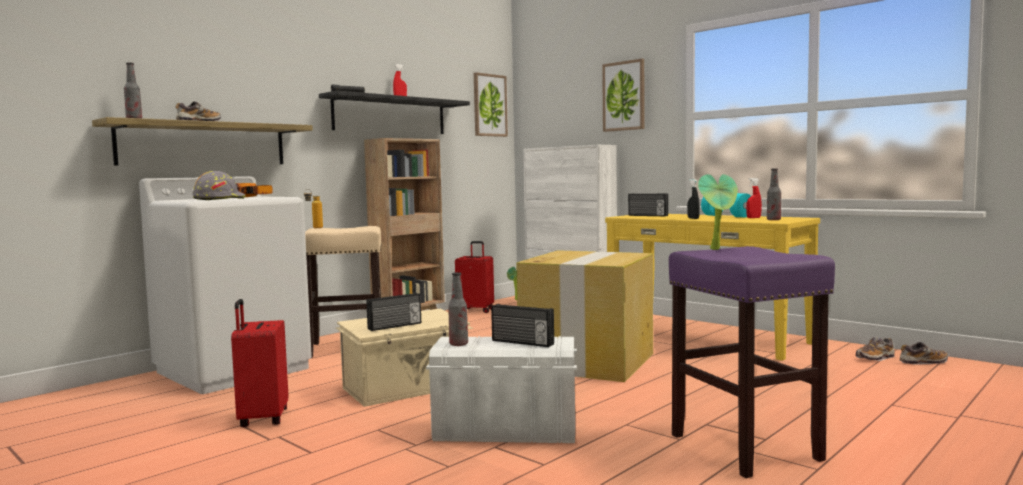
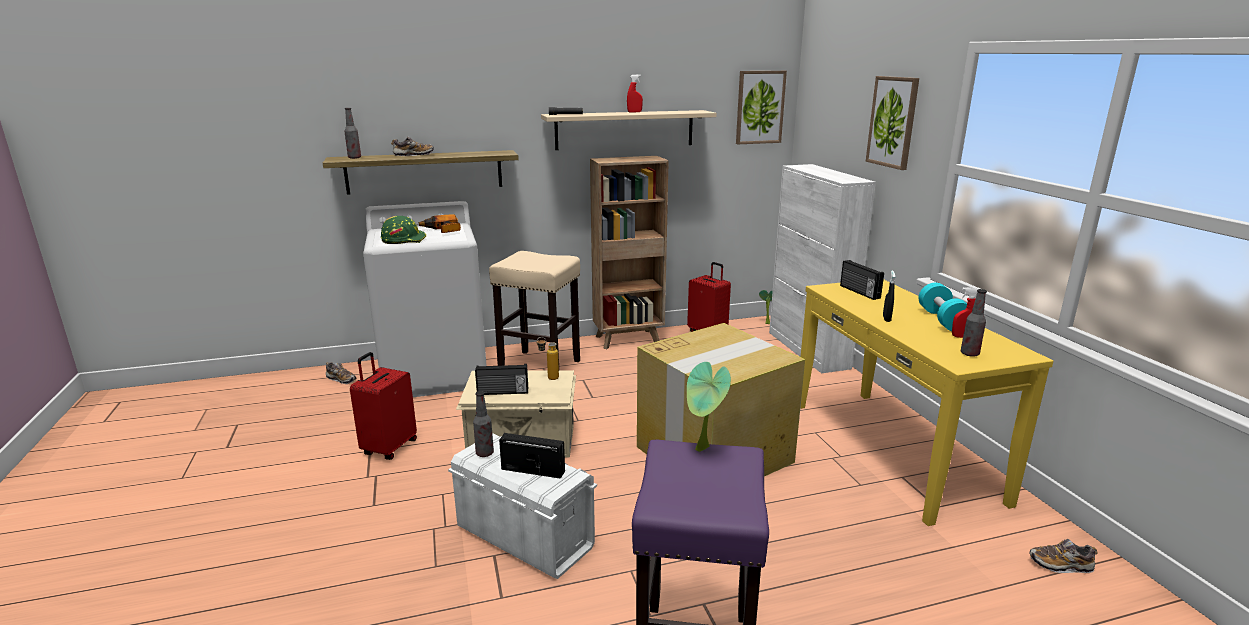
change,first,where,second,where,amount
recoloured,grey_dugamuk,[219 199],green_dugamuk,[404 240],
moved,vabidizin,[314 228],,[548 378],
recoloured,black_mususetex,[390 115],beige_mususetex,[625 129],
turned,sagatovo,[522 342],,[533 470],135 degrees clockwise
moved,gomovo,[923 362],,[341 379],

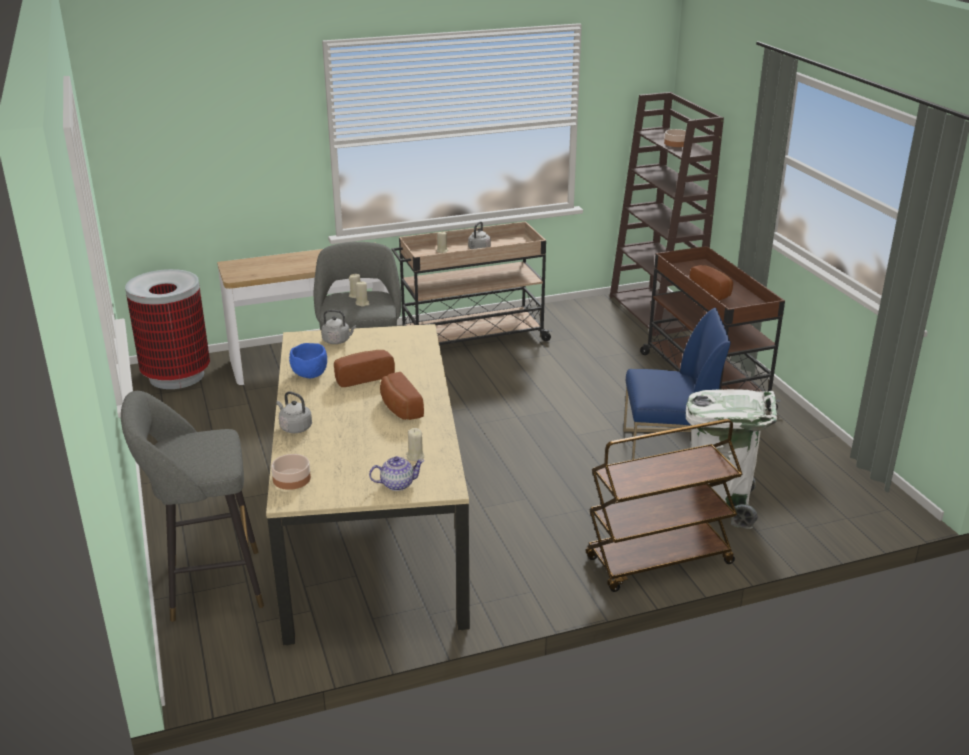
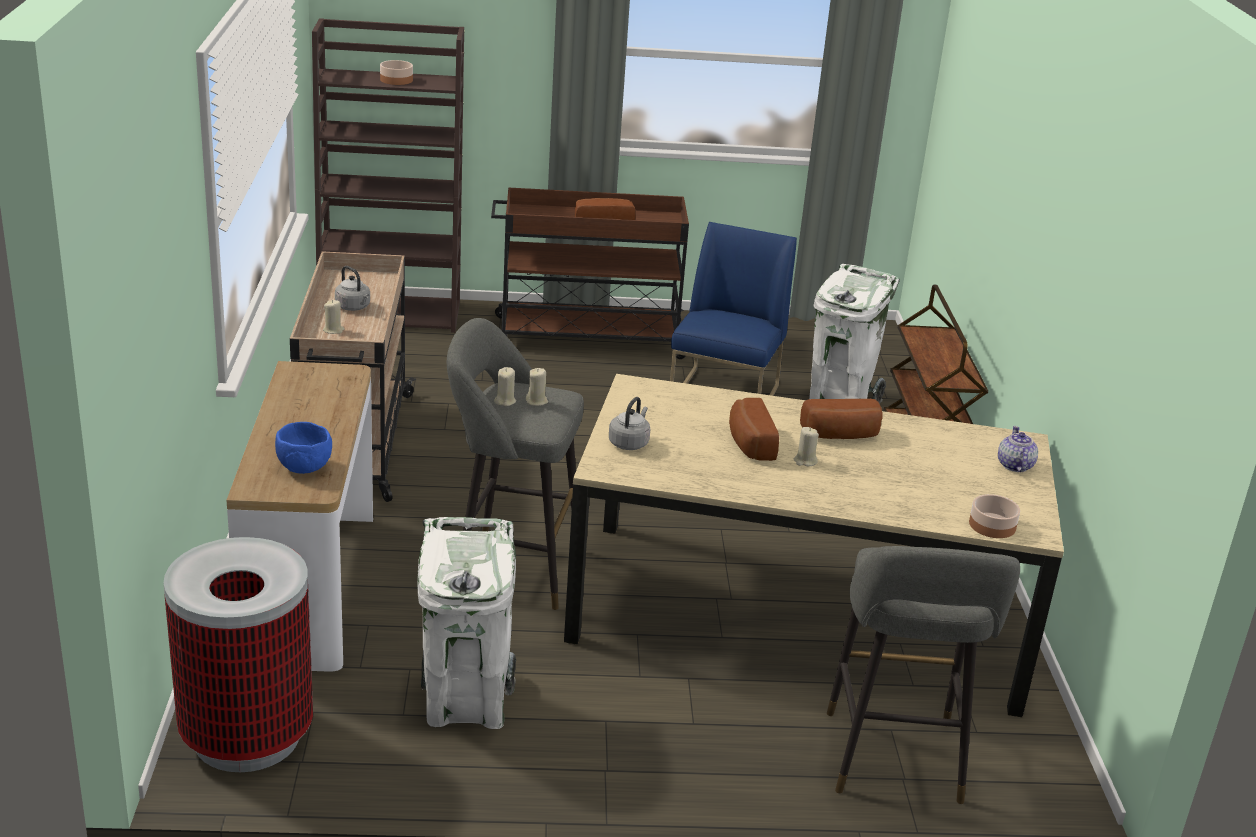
change,first,where,second,where,amount
removed,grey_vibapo,[294 427],,,
moved,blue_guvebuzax,[309 374],,[303 468],
moved,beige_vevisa,[415 456],,[805 461],
added,,,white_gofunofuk,[466 704],

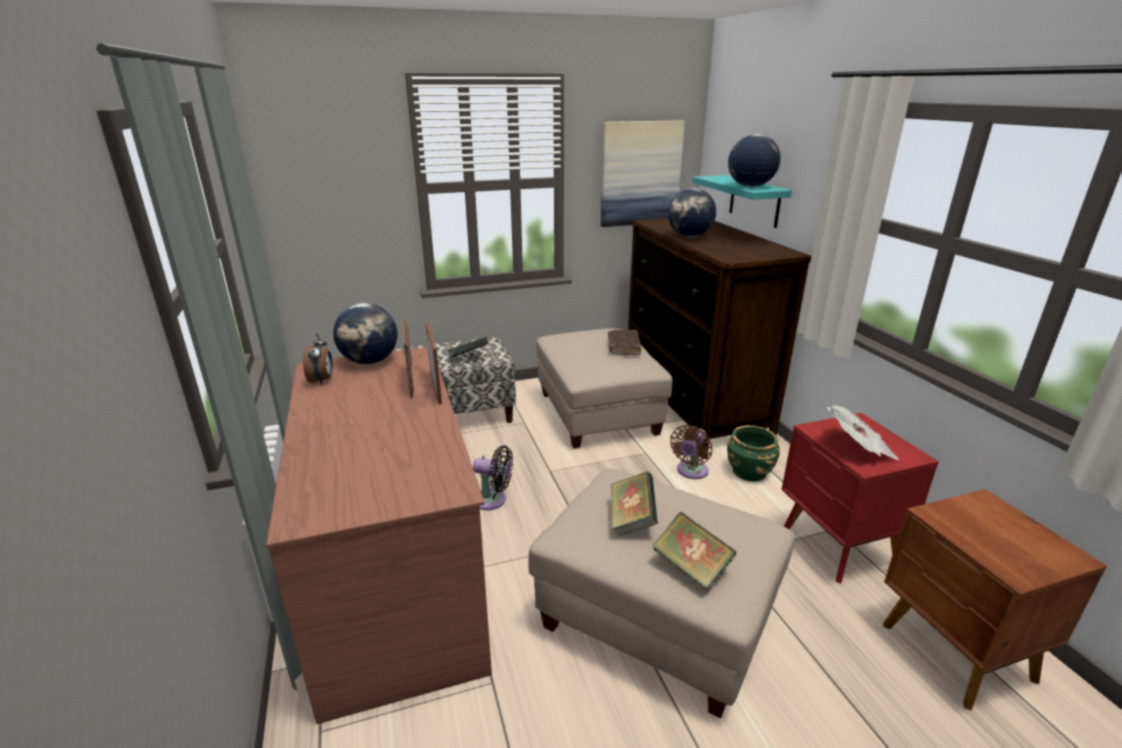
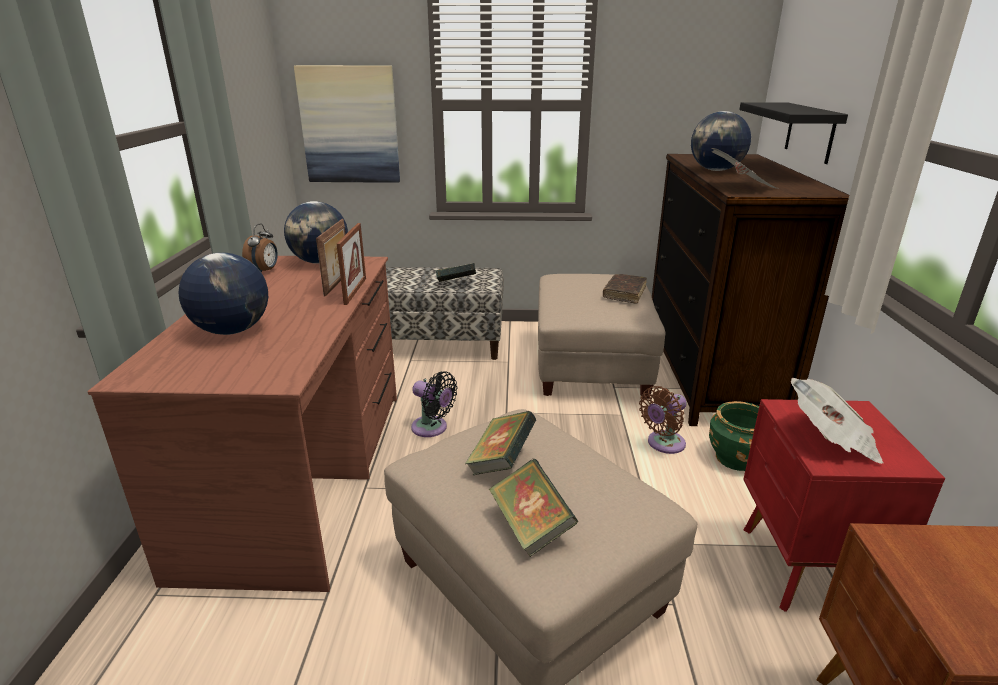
change,first,where,second,where,amount
moved,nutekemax,[640 174],,[349 125],
recoloured,turquoise_mususetex,[754 201],black_mususetex,[810 132],
moved,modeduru,[750 186],,[232 331],
added,,,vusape,[741 187],

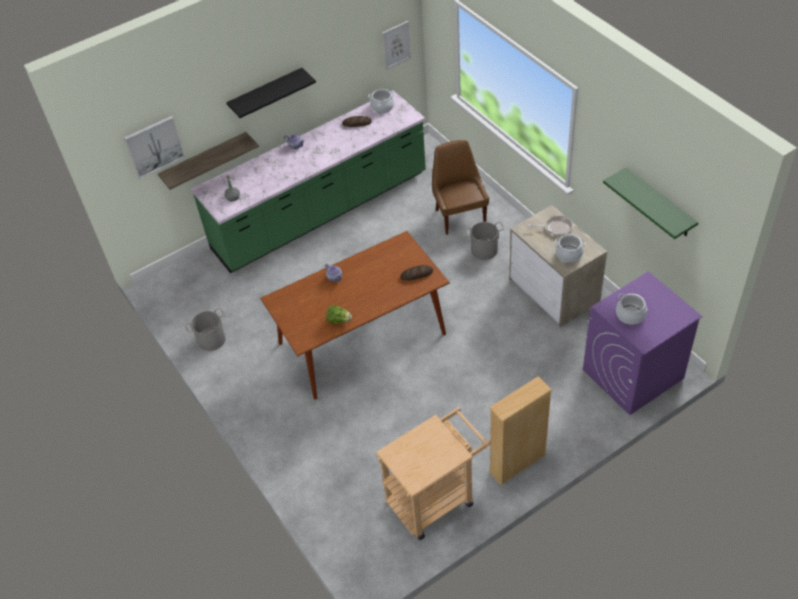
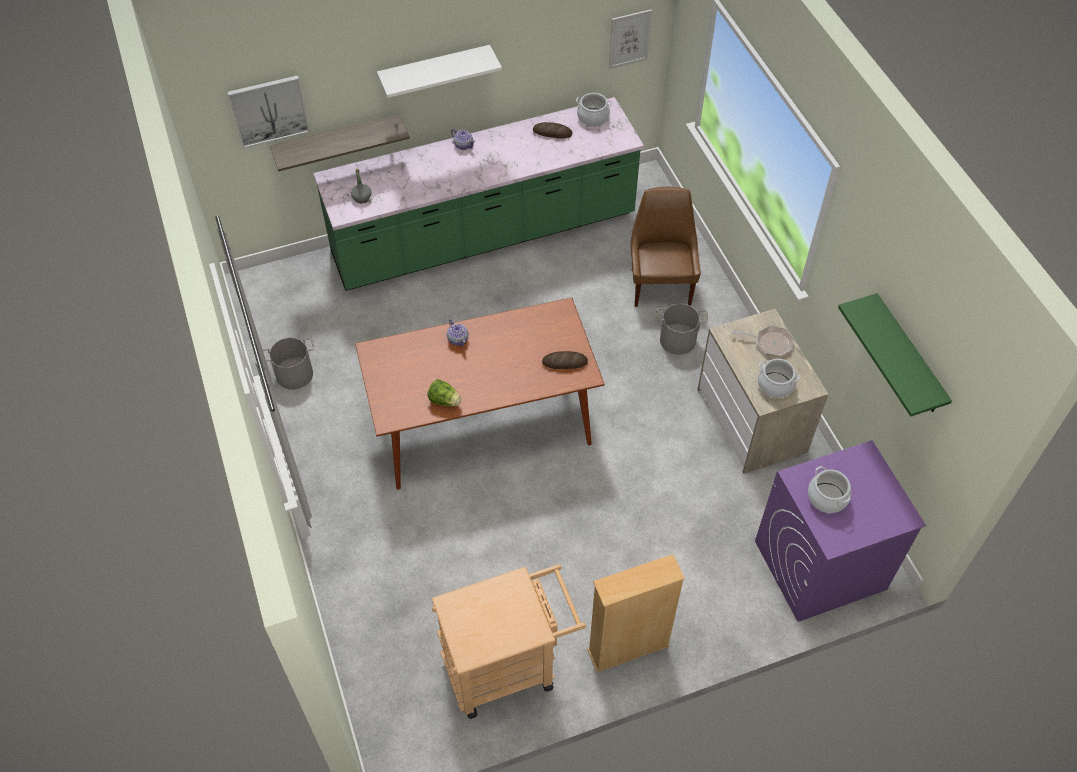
change,first,where,second,where,amount
recoloured,black_mususetex,[266 94],white_mususetex,[435 70],

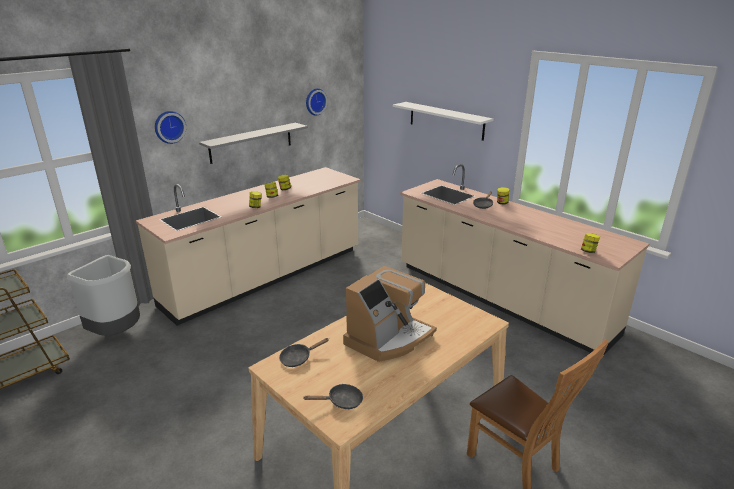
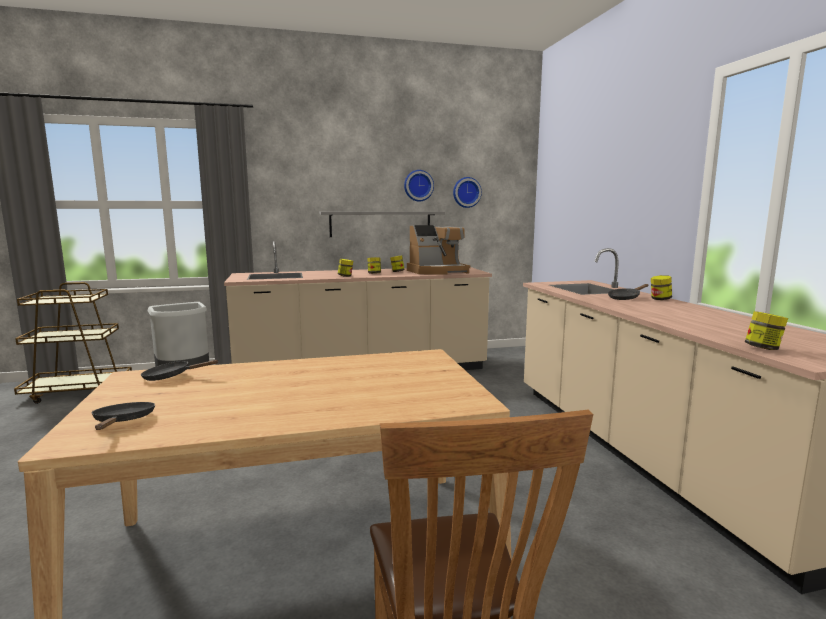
change,first,where,second,where,amount
moved,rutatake,[169 126],,[418 185],
turned,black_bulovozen,[341 401],,[123 422],120 degrees counterclockwise
moved,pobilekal,[388 338],,[438 271],
removed,white_mususetex,[446 120],,,

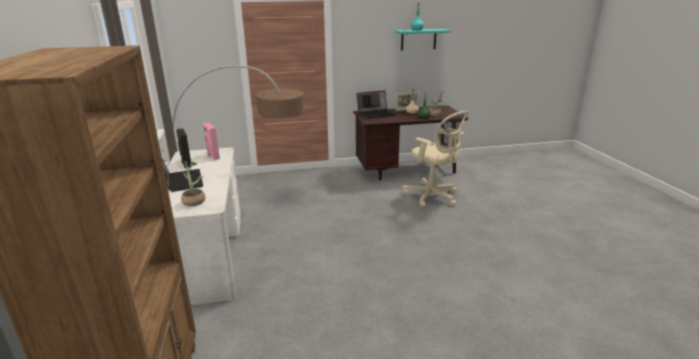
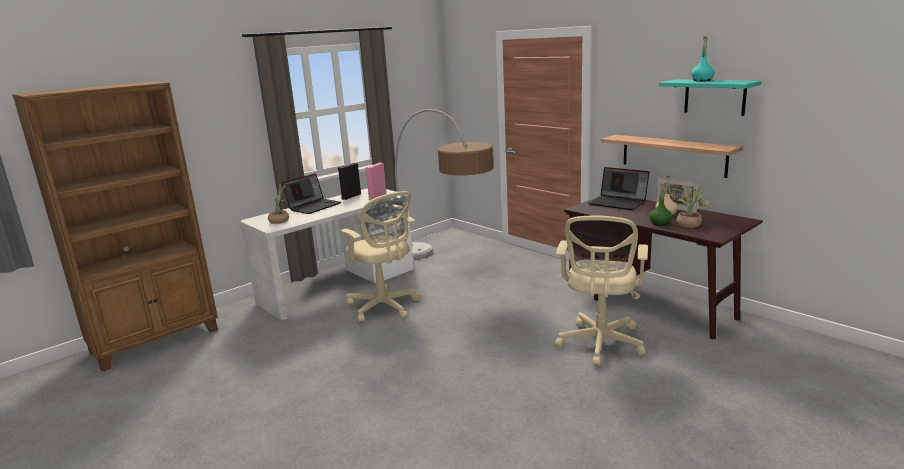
change,first,where,second,where,amount
added,,,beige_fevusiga,[384 307],
added,,,mususetex,[673 155],

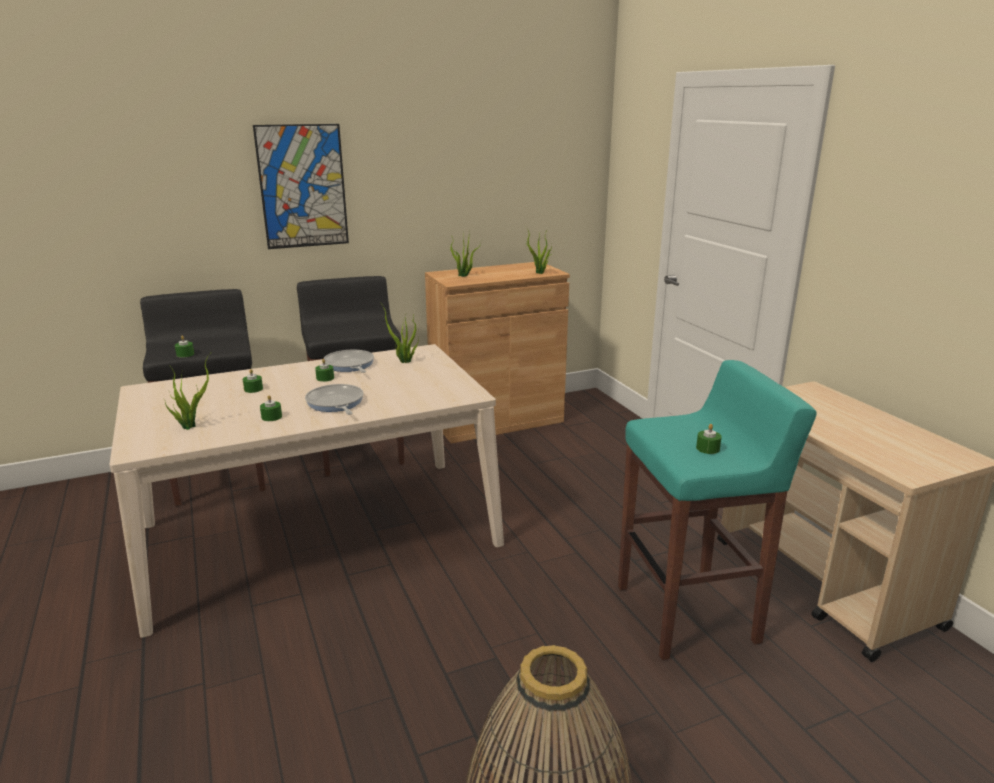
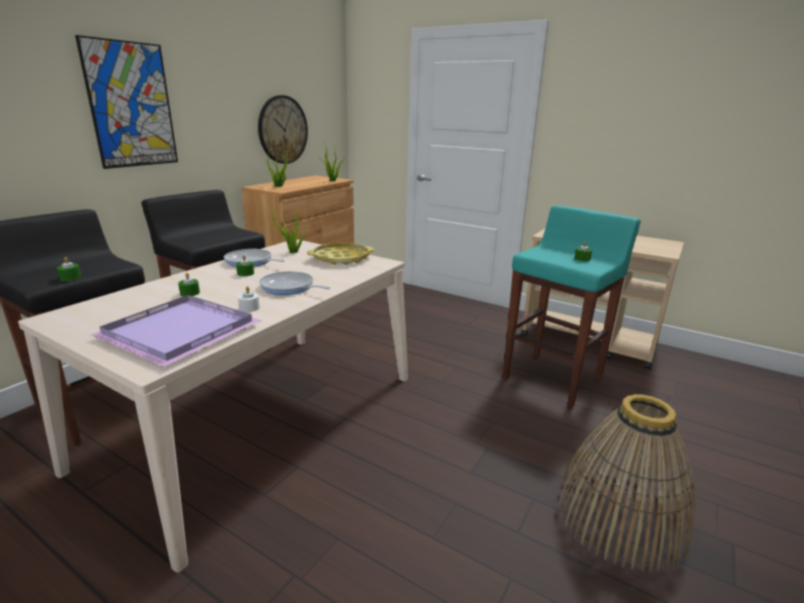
change,first,where,second,where,amount
replaced,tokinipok,[190 426],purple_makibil,[176 332],
recoloured,green_vevisa,[271 417],white_vevisa,[249 308],
added,,,rutatake,[282 130],
added,,,yellow_makibil,[341 258],

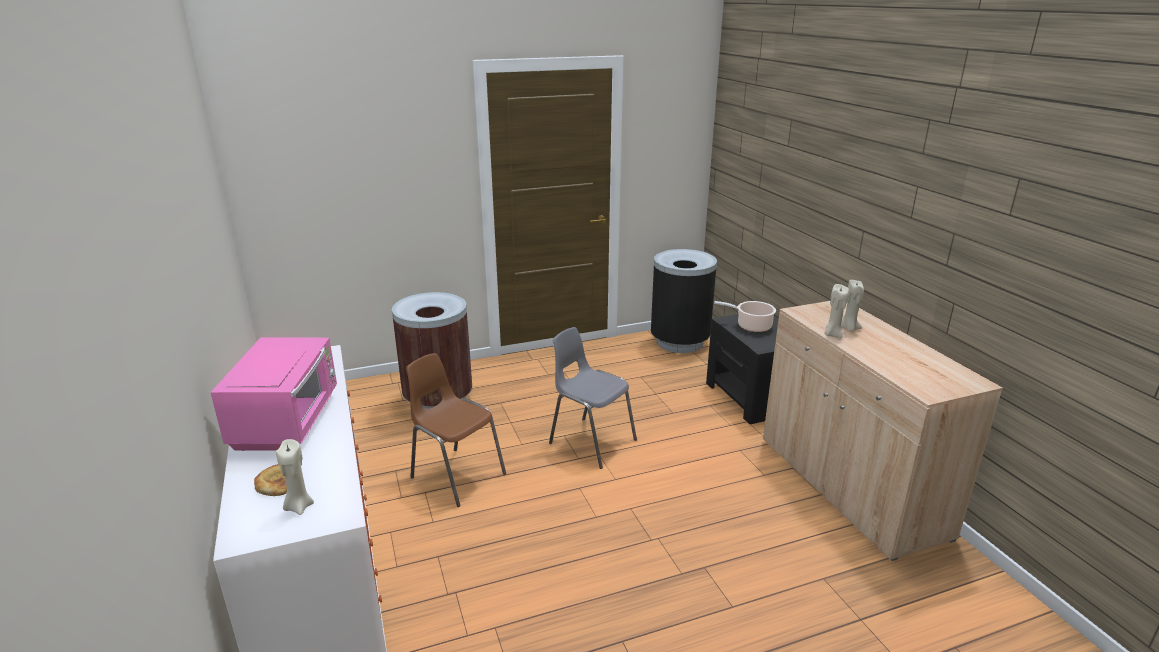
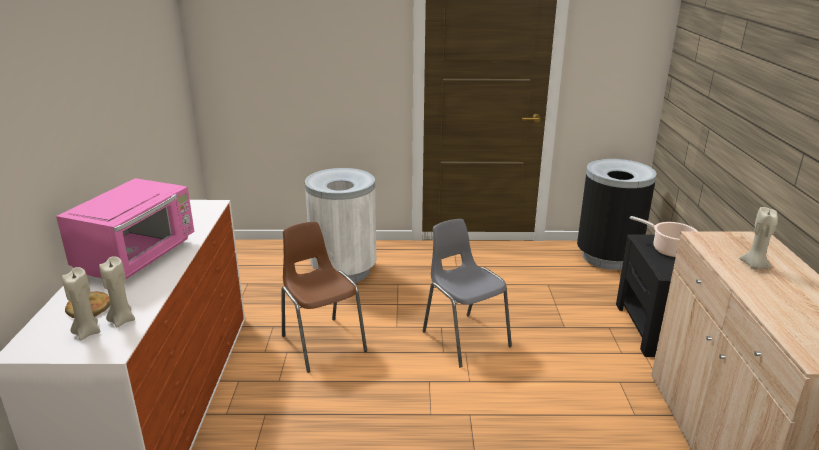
change,first,where,second,where,amount
recoloured,brown_gofunofuk,[438 400],white_gofunofuk,[344 271],
moved,beige_vevisa,[832 334],,[122 320],

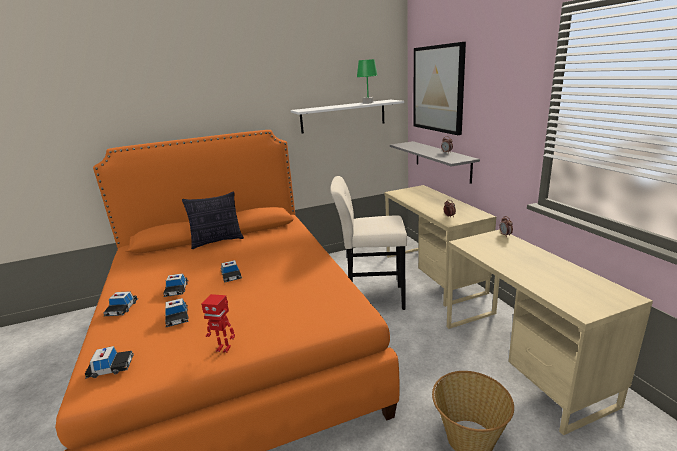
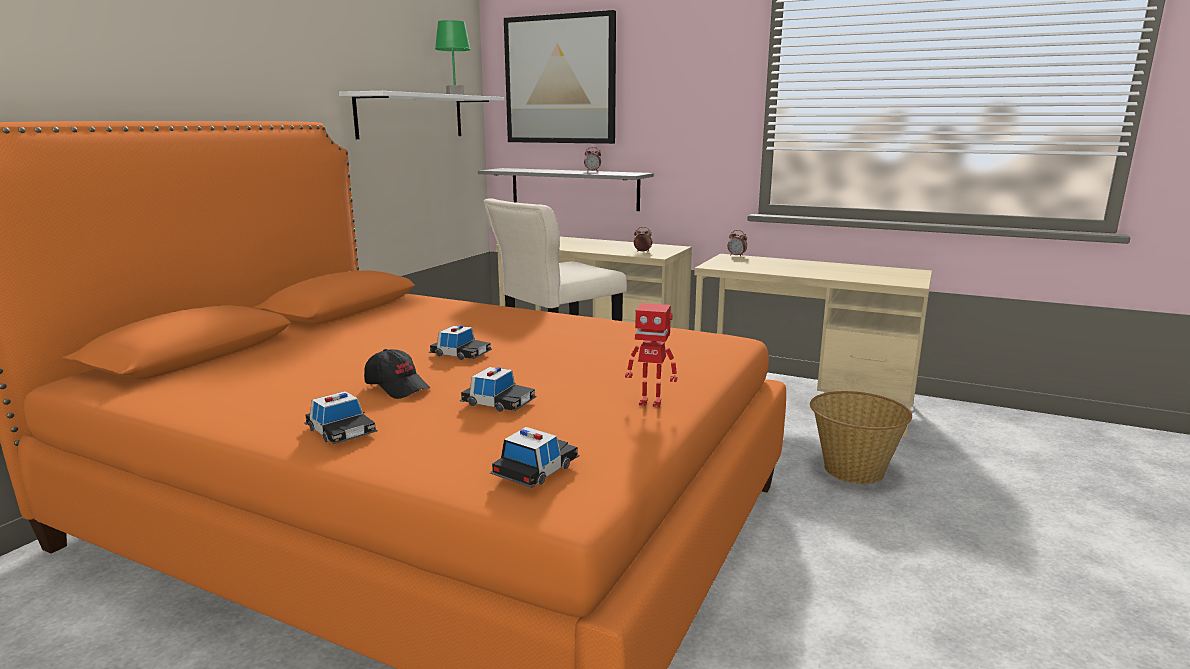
change,first,where,second,where,amount
replaced,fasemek,[176 289],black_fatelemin,[398 387],
removed,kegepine,[217 241],,,
turned,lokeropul,[224 348],,[651 402],45 degrees clockwise

